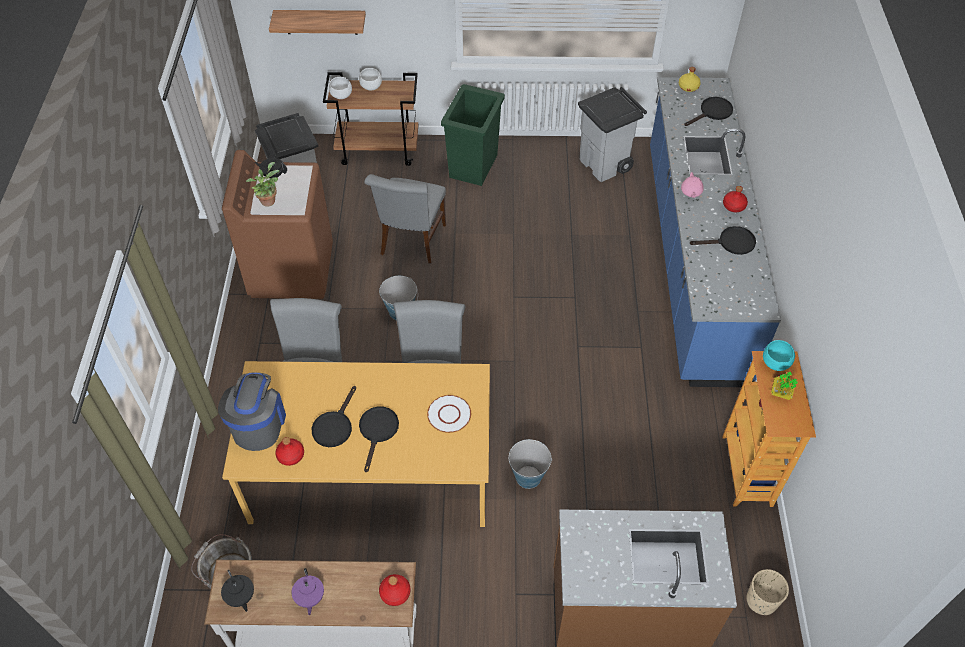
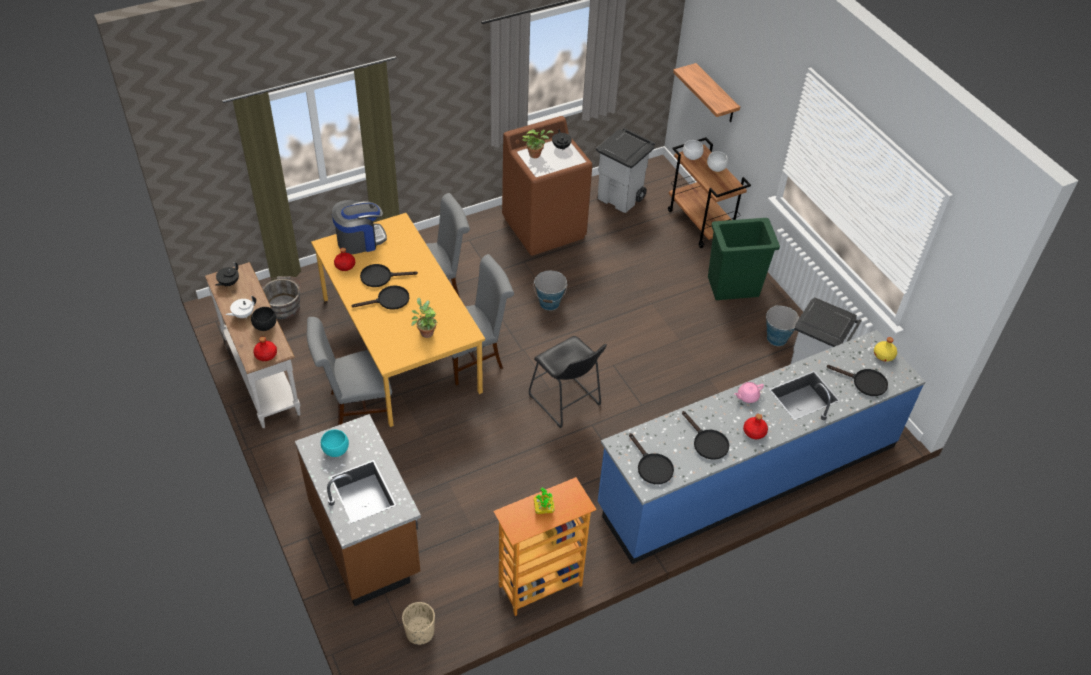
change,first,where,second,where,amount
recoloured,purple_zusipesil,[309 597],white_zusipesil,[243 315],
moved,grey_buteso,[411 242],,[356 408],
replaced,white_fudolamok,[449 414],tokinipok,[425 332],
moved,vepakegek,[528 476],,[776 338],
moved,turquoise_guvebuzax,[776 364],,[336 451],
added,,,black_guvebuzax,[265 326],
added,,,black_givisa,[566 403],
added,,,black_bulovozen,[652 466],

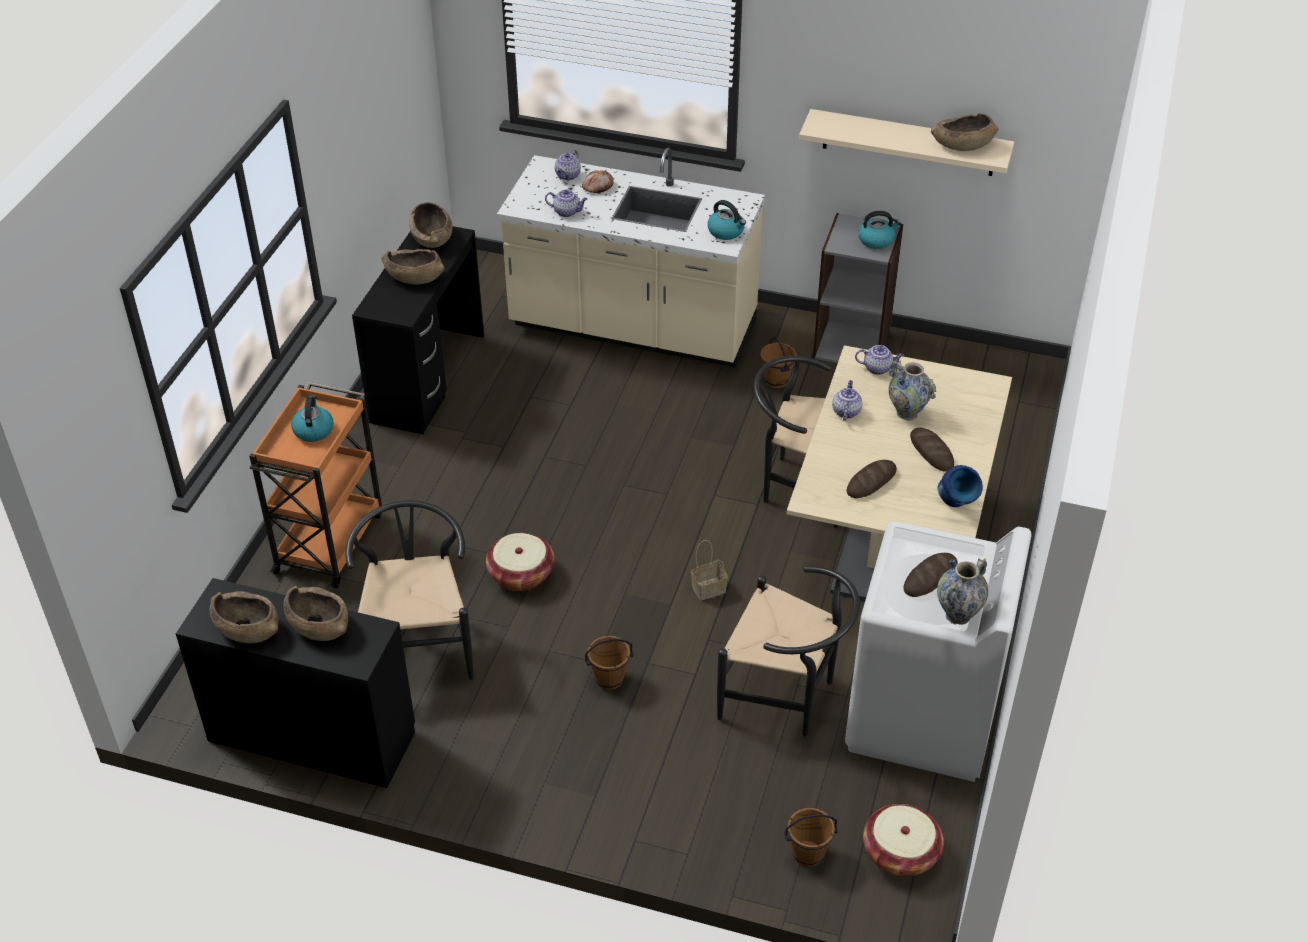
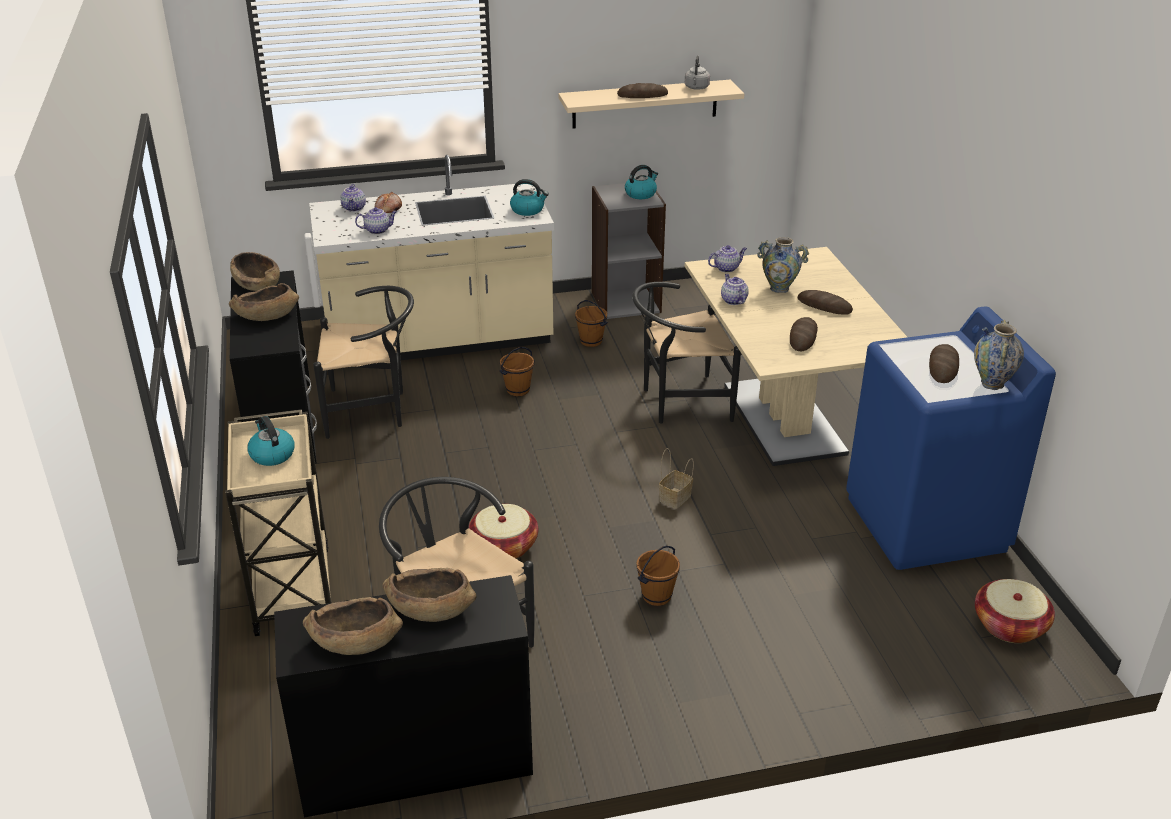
change,first,where,second,where,amount
recoloured,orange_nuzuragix,[330 541],beige_nuzuragix,[292 588],
moved,black_buteso,[786 697],,[373 411],
moved,brown_vepakegek,[808 853],,[517 390],
recoloured,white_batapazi,[922 718],blue_batapazi,[926 524],
replaced,brown_guvebuzax,[962 144],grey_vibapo,[696 88],
removed,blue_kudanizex,[955 509],,,
added,,,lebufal,[642 95],

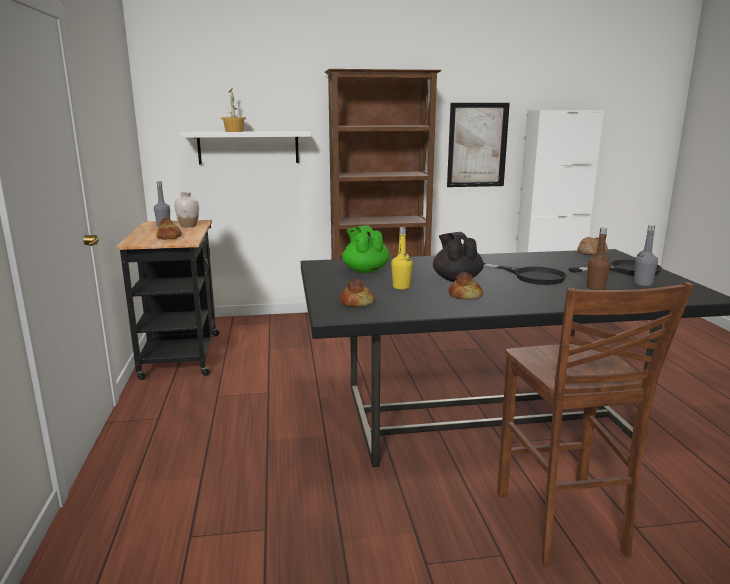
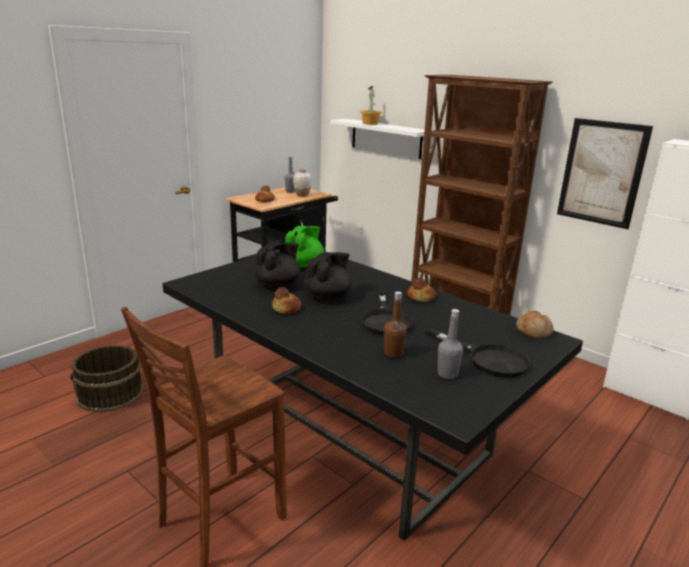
change,first,where,second,where,amount
moved,lebufal,[357 303],,[421 297],
replaced,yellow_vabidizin,[401 287],black_zusipesil,[278 284],
added,,,brown_vepakegek,[110 394],

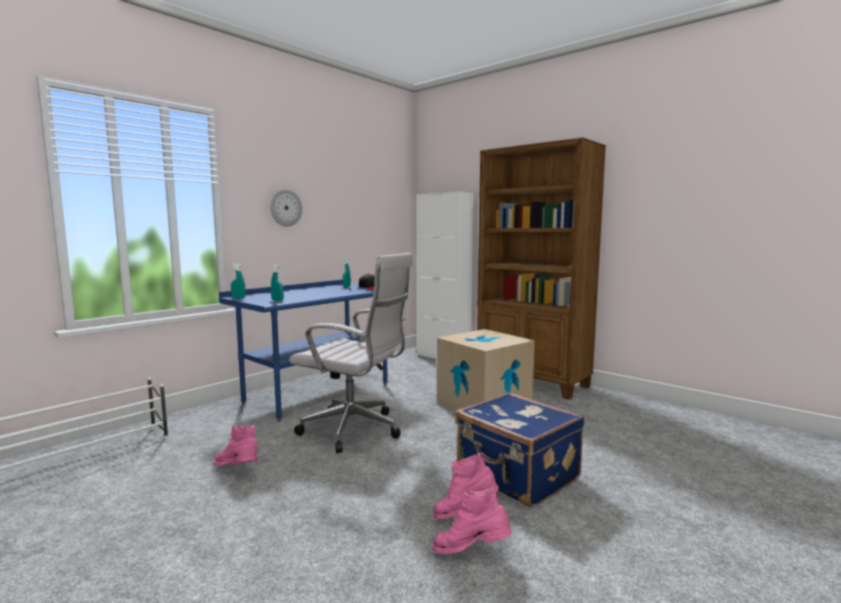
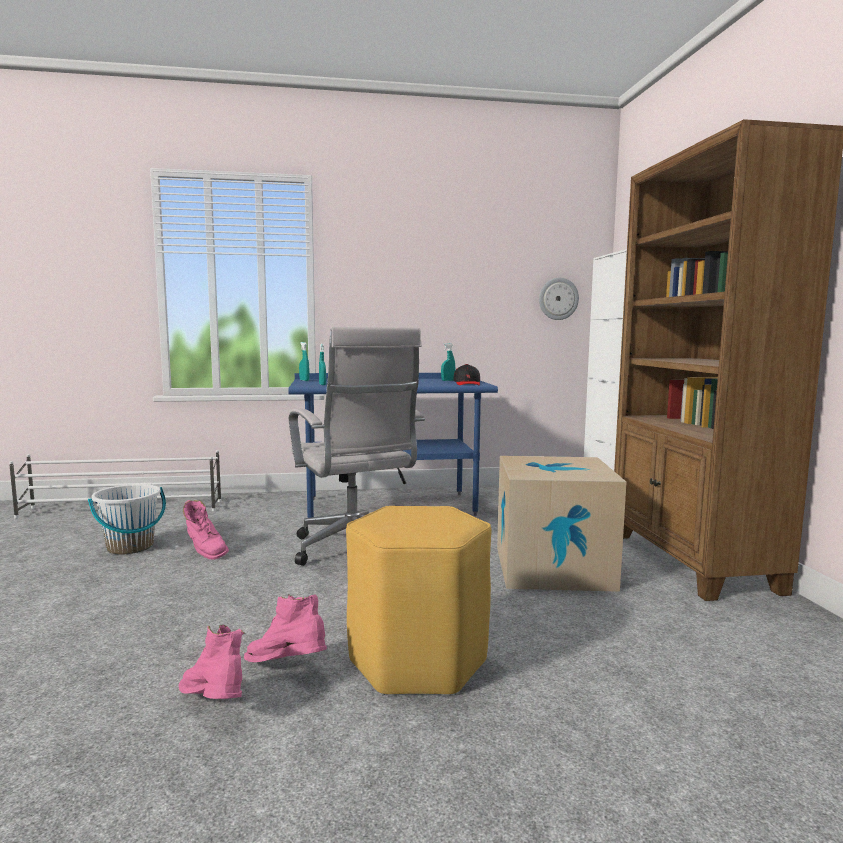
change,first,where,second,where,amount
turned,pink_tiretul,[238 470],,[205 551],150 degrees clockwise
moved,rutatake,[285 208],,[558 299],
replaced,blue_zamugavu,[517 476],yellow_givisa,[418 660],
added,,,white_vepakegek,[130 547],

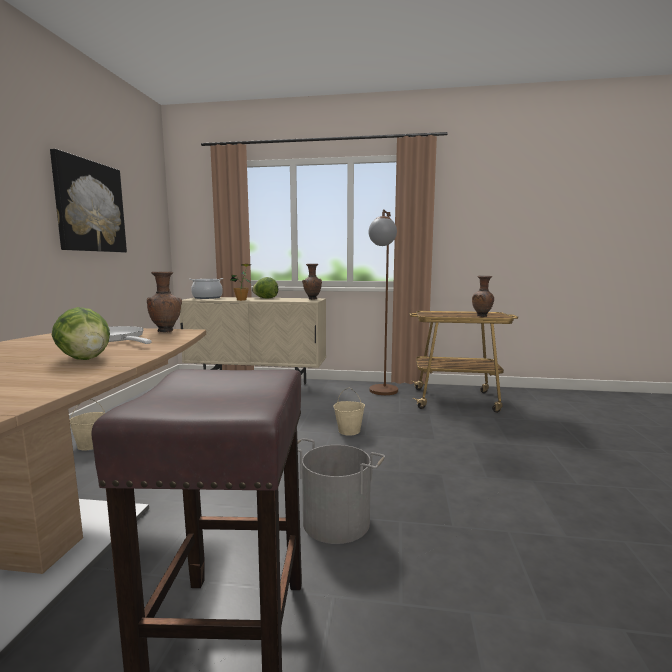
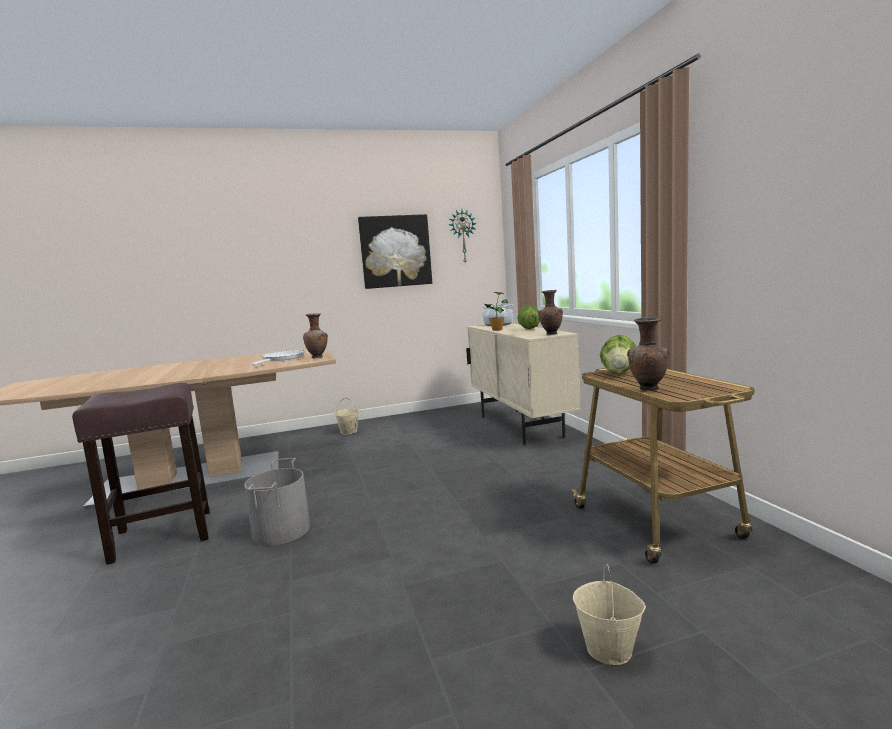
change,first,where,second,where,amount
moved,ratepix,[85 359],,[619 373],
moved,beige_vepakegek,[349 431],,[609 649],
removed,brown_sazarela,[382 394],,,
added,,,rutatake,[462 236],

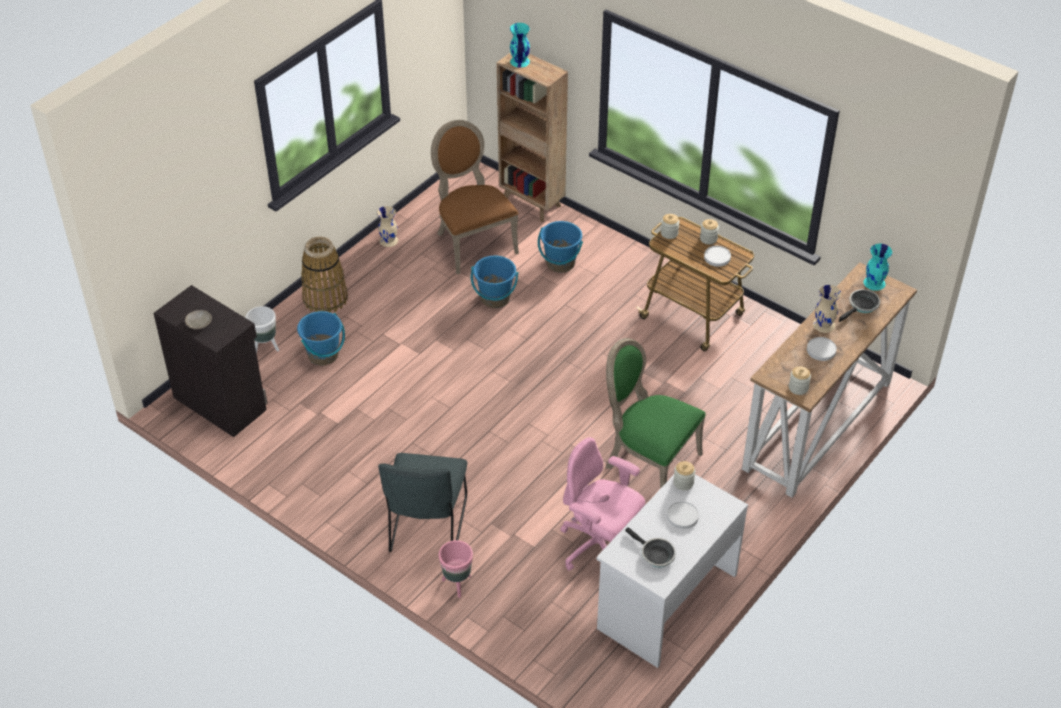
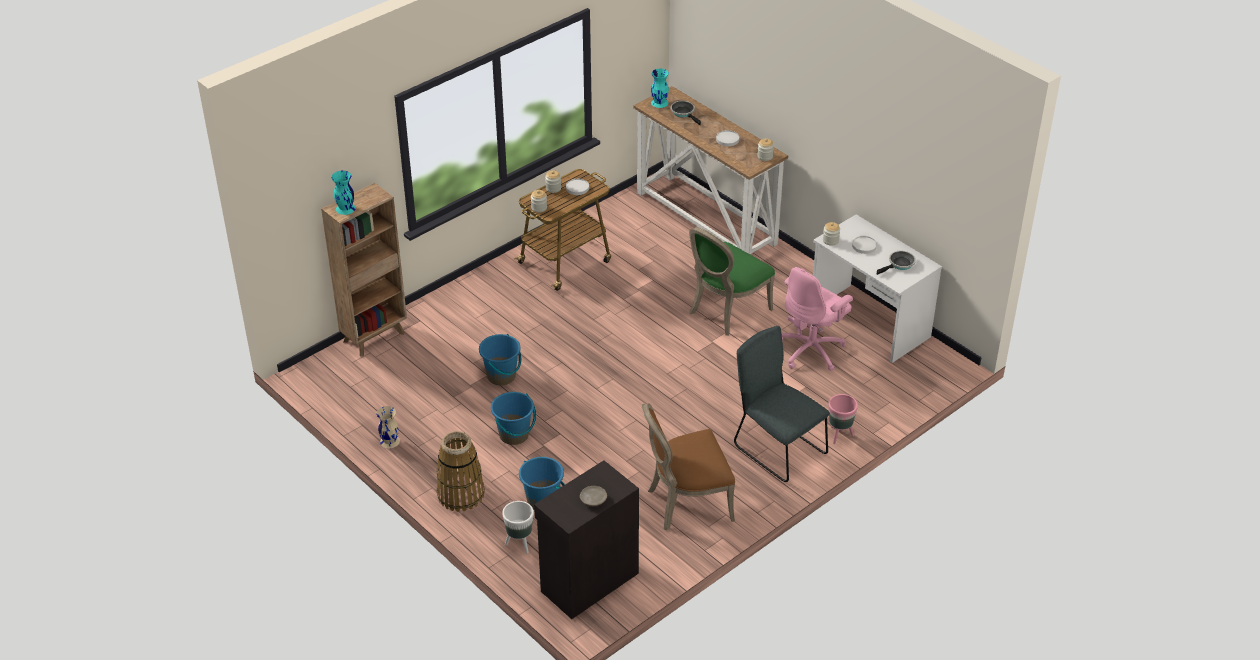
change,first,where,second,where,amount
turned,grey_buteso,[427 529],,[776 448],150 degrees counterclockwise
moved,brown_buteso,[473 242],,[686 503],
moved,blue_vepakegek,[560 263],,[514 435],
removed,beige_kudanizex,[824 324],,,

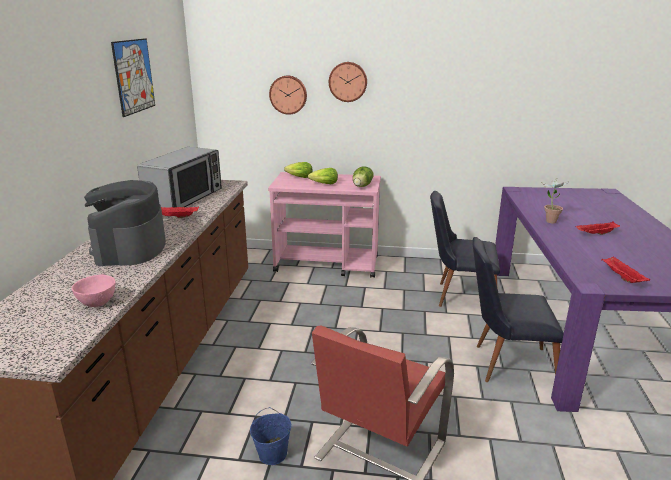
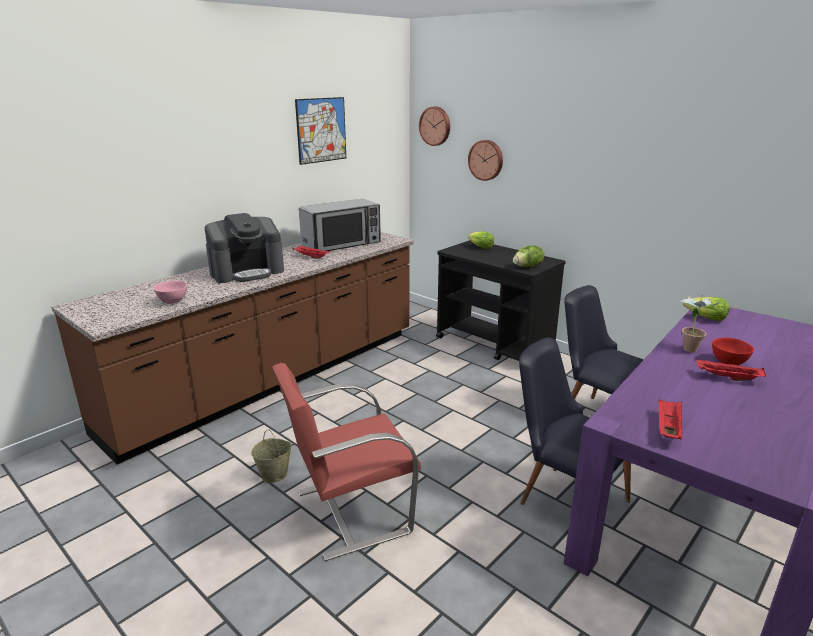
change,first,where,second,where,amount
turned,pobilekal,[130 248],,[247 272],150 degrees counterclockwise
recoloured,blue_vepakegek,[273 454],beige_vepakegek,[275 474],
recoloured,pink_nuzuragix,[328 264],black_nuzuragix,[495 345],
moved,ratepix,[324 184],,[705 318],
moved,rutatake,[348 81],,[435 126],
added,,,red_guvebuzax,[729 363],

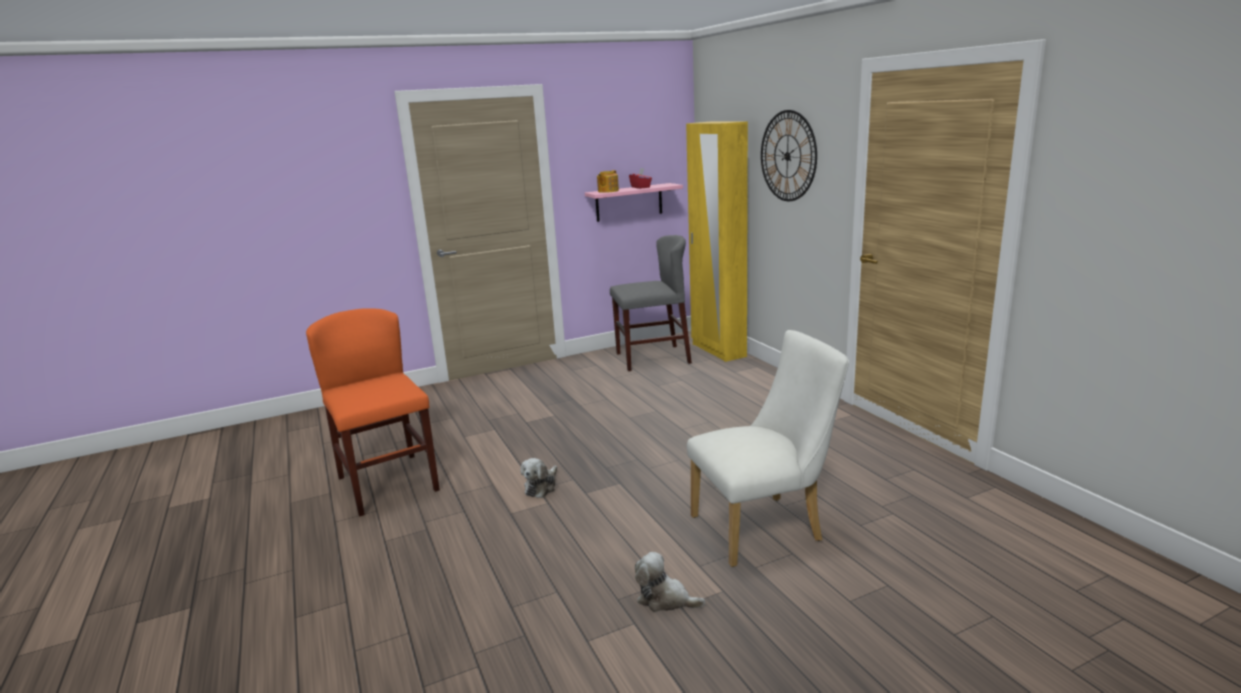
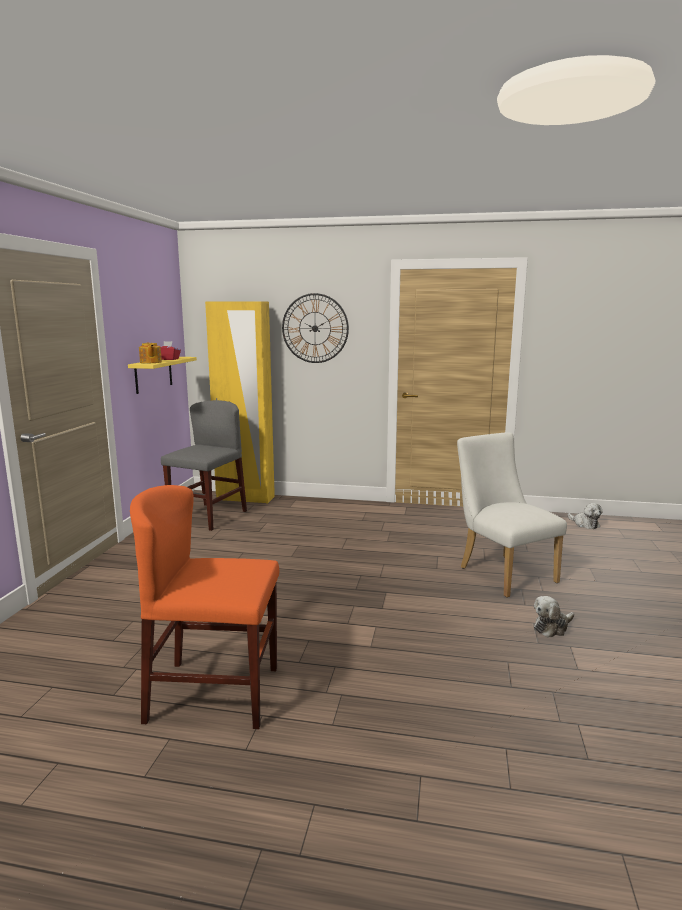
change,first,where,second,where,amount
moved,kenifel,[541 487],,[584 524],
recoloured,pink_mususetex,[629 202],yellow_mususetex,[153 374],
turned,white_buteso,[764 527],,[502 572],45 degrees counterclockwise

